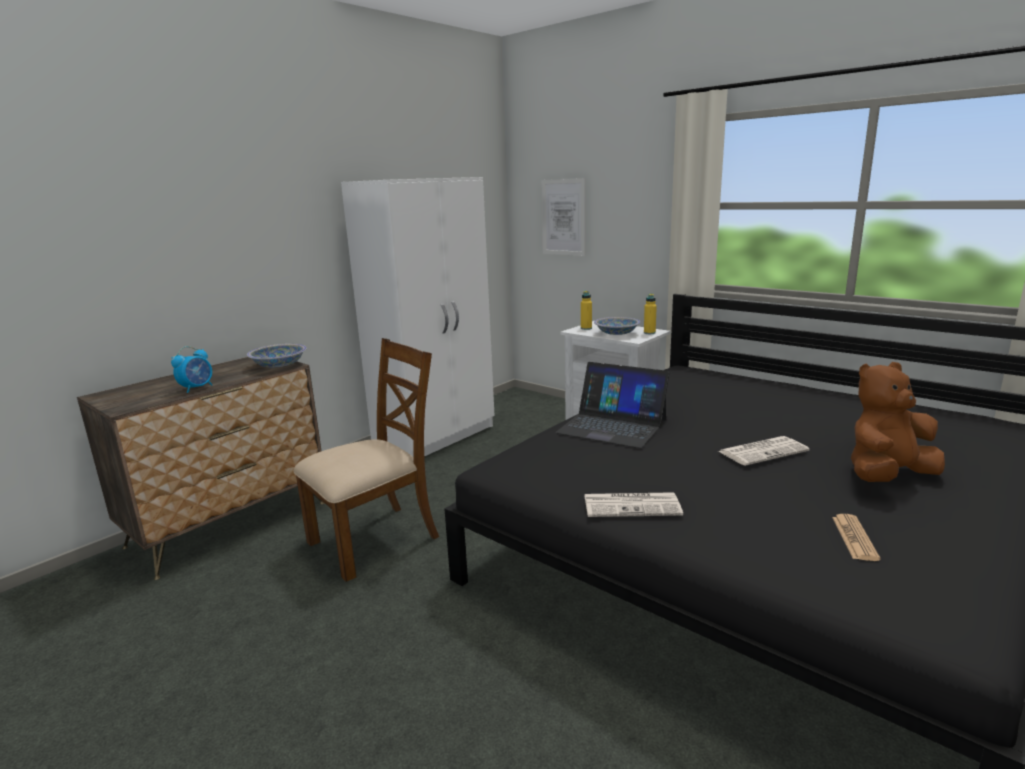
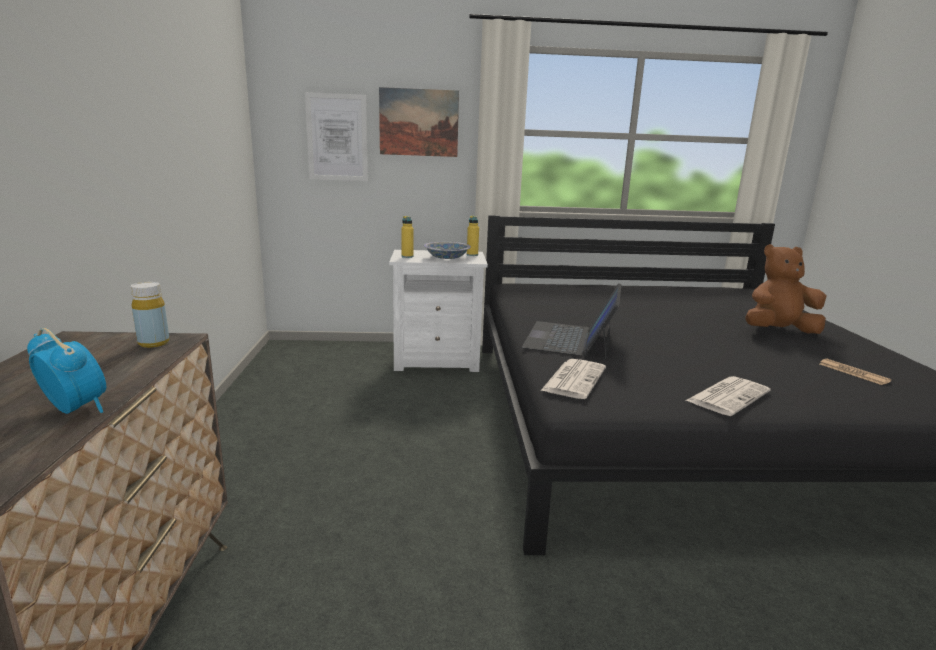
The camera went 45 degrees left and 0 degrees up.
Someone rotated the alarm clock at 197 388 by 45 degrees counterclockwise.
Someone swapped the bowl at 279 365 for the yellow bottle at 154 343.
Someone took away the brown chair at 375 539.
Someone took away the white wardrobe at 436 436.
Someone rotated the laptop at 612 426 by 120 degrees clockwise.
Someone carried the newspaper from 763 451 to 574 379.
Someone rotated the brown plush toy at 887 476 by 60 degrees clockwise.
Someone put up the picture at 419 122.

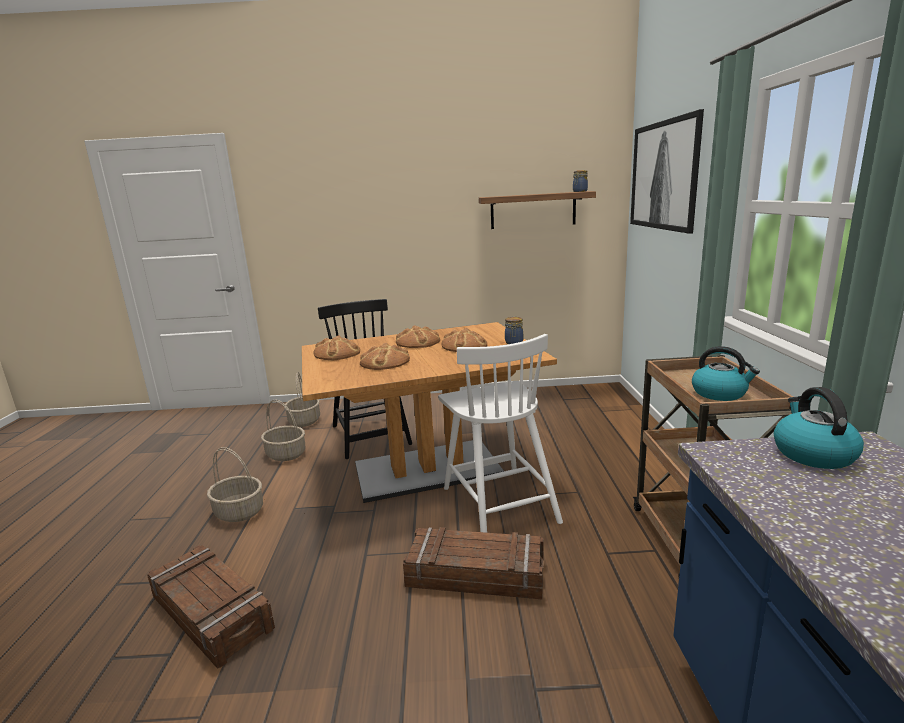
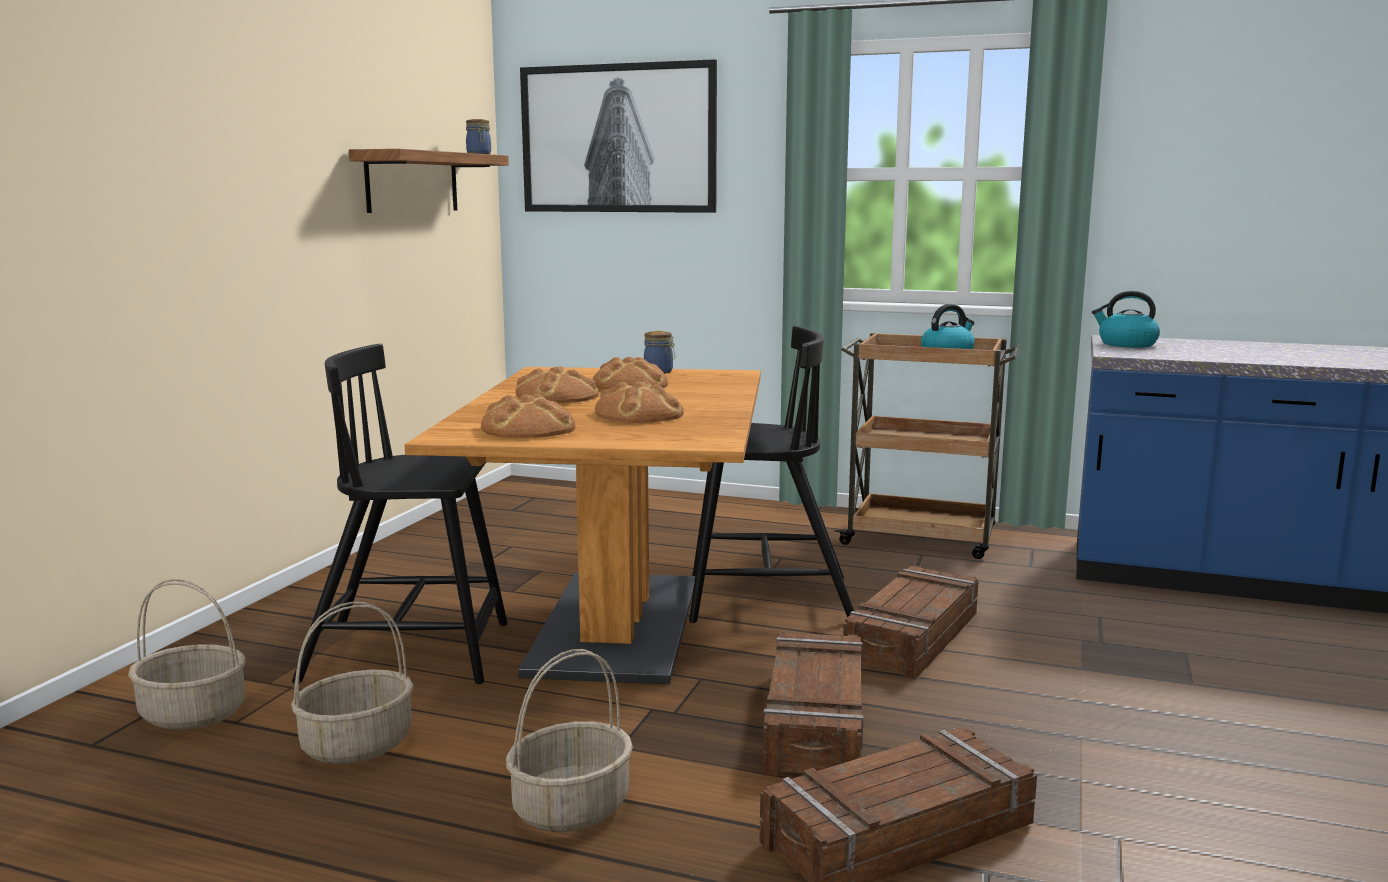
The camera went 70 degrees left and 5 degrees down.
Someone repainted the white chair at 499 503, which became the black chair at 766 599.
Someone put down the crate at 817 722.

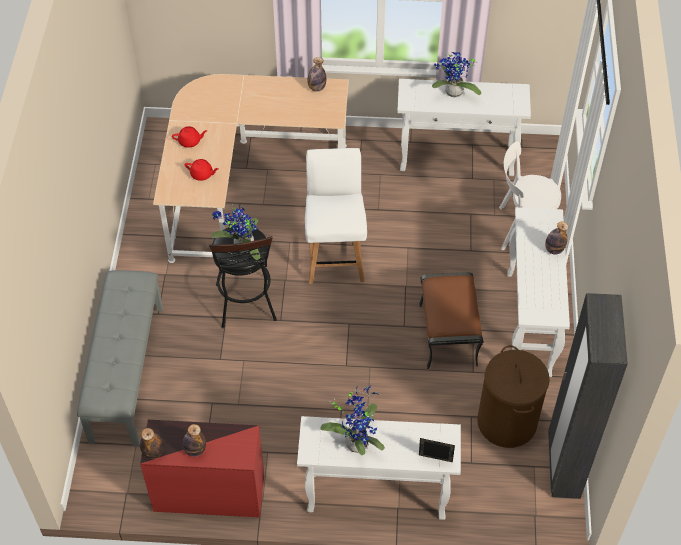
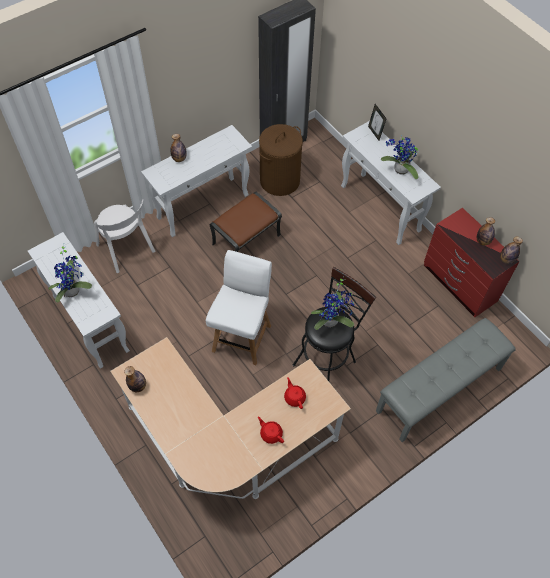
The camera went 130 degrees left and 5 degrees up.
Someone rotated the white chair at 335 258 by 150 degrees clockwise.

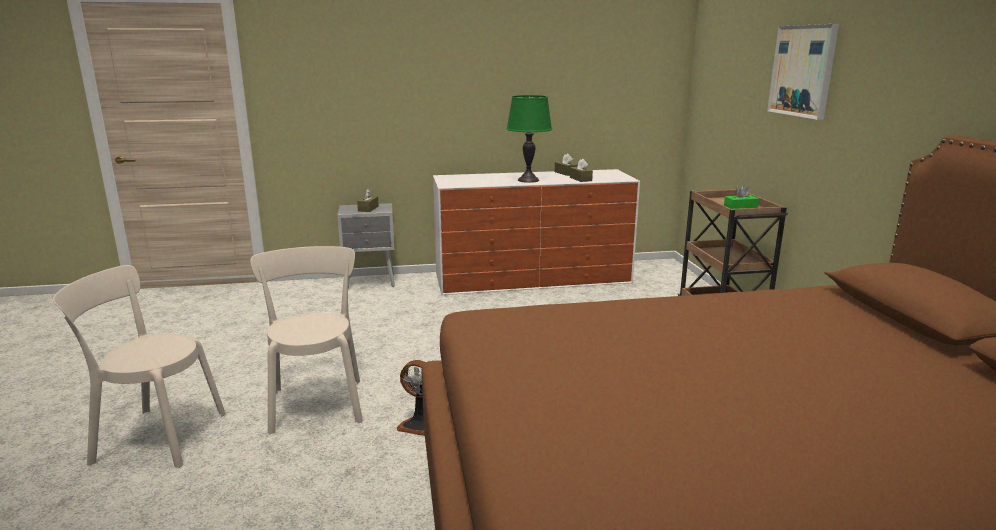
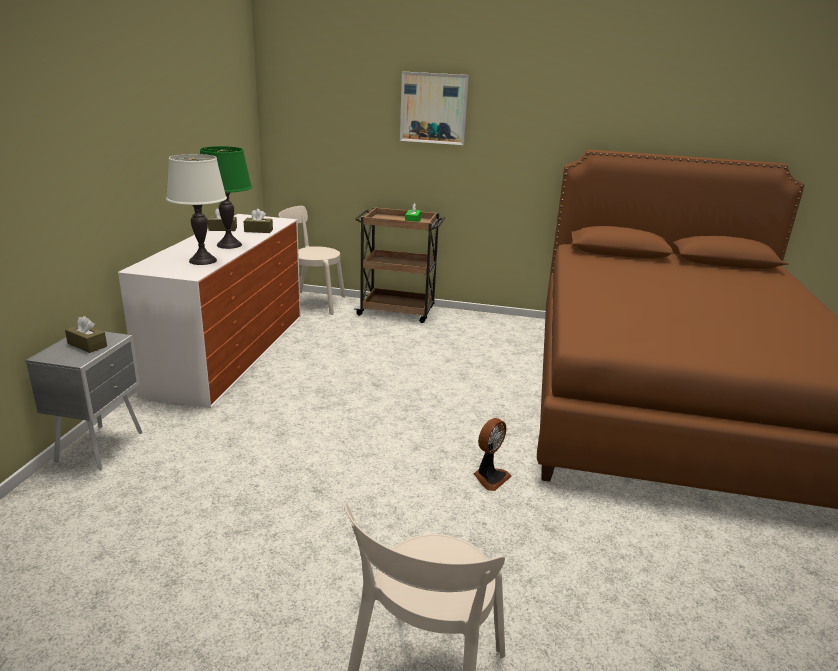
The camera went 70 degrees left and 5 degrees up.
Someone carried the beige chair from 317 402 to 311 303.
Someone put down the white table lamp at 203 261.

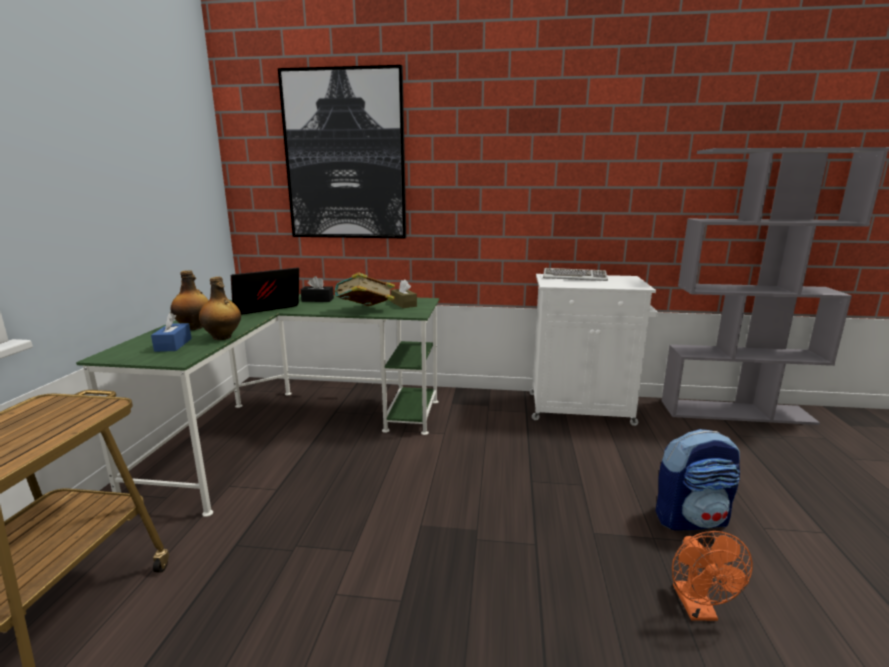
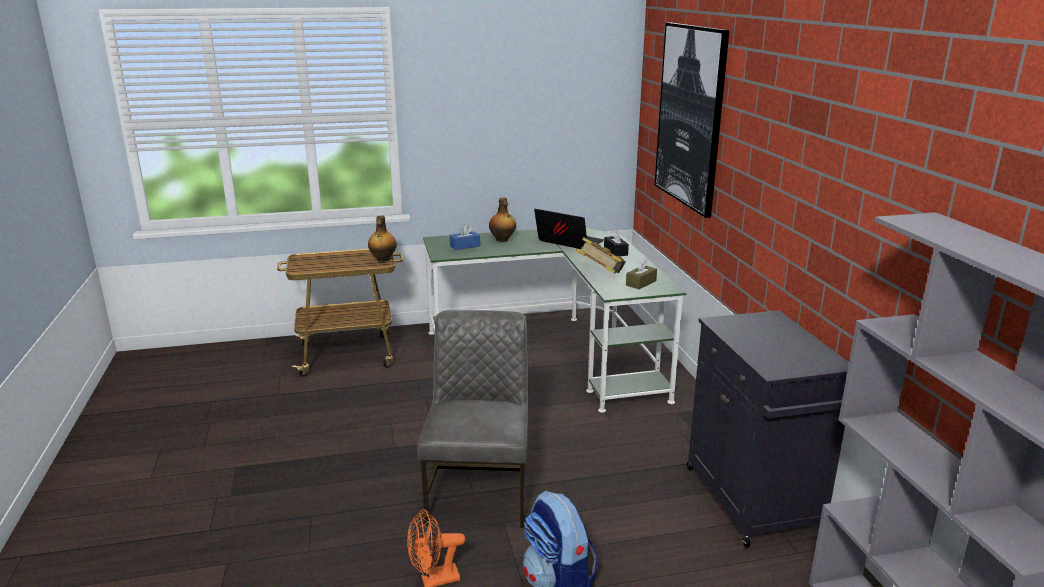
The camera went 70 degrees right and 5 degrees up.
Someone carried the bottle from 223 337 to 383 259.
Someone repainted the white cabinet at 582 409, which became the black cabinet at 753 501.
Someone took away the keyboard at 574 277.
Someone put down the grey chair at 480 491.

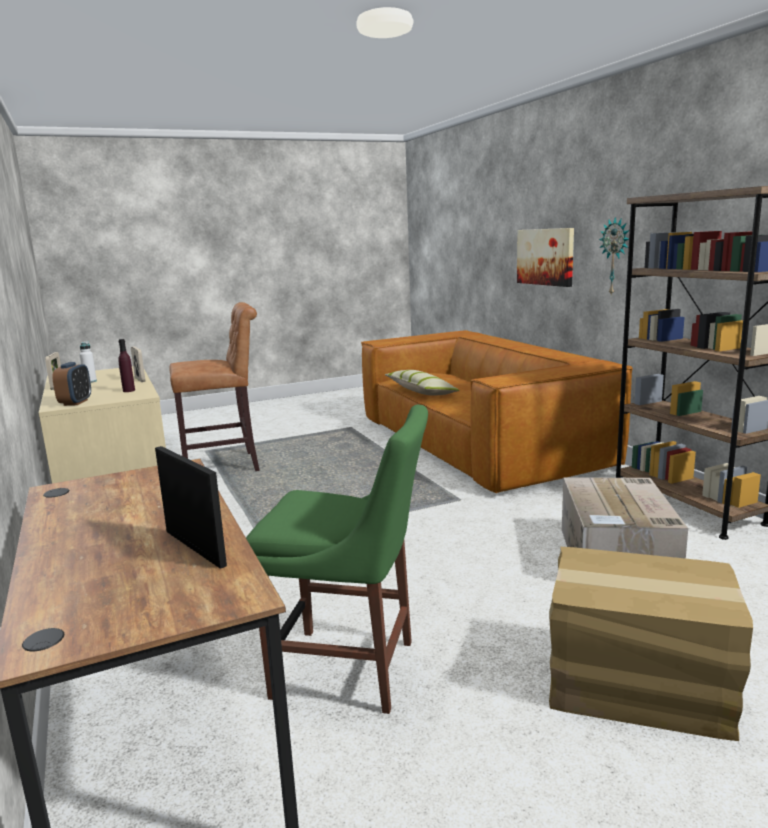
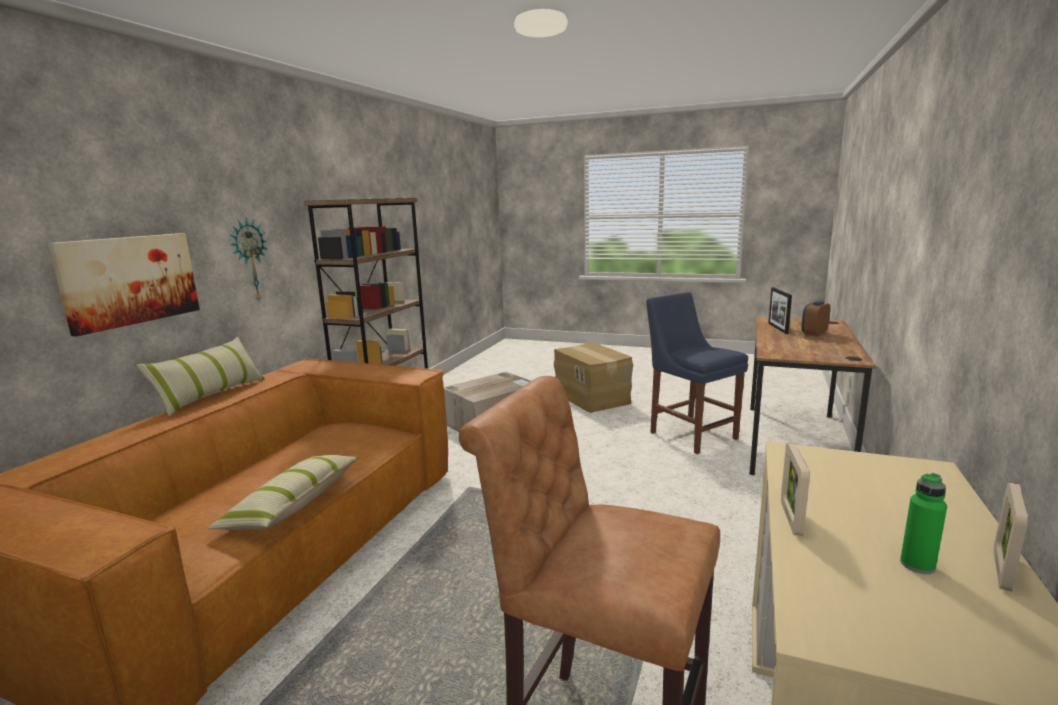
The camera went 135 degrees left and 0 degrees up.
Someone carried the alarm clock from 76 402 to 814 333.
Someone repainted the white bottle at 90 381, which became the green bottle at 917 565.
Someone took away the purple bottle at 129 390.
Someone repainted the green chair at 352 670, which became the blue chair at 690 434.
Someone put down the pillow at 211 395.

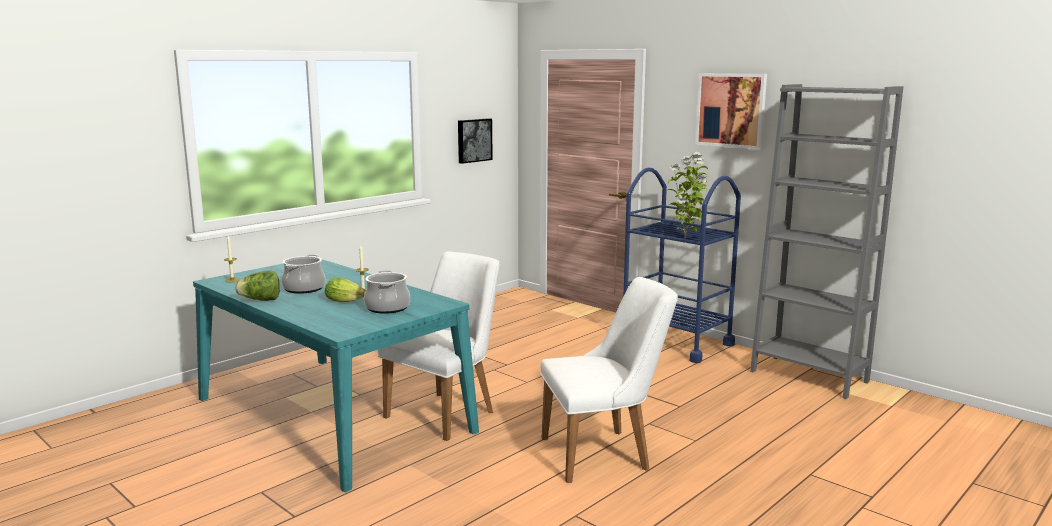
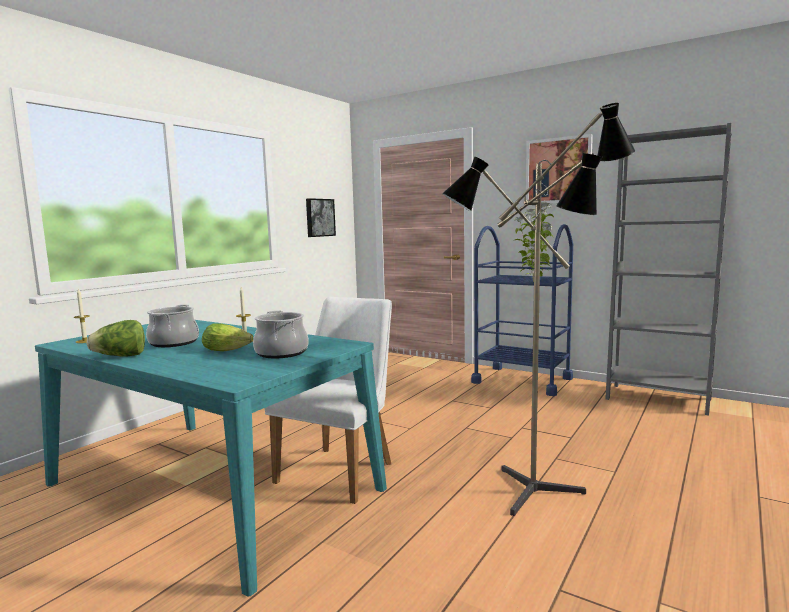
The camera went 10 degrees left and 5 degrees down.
Someone swapped the white chair at 605 453 for the floor lamp at 536 497.

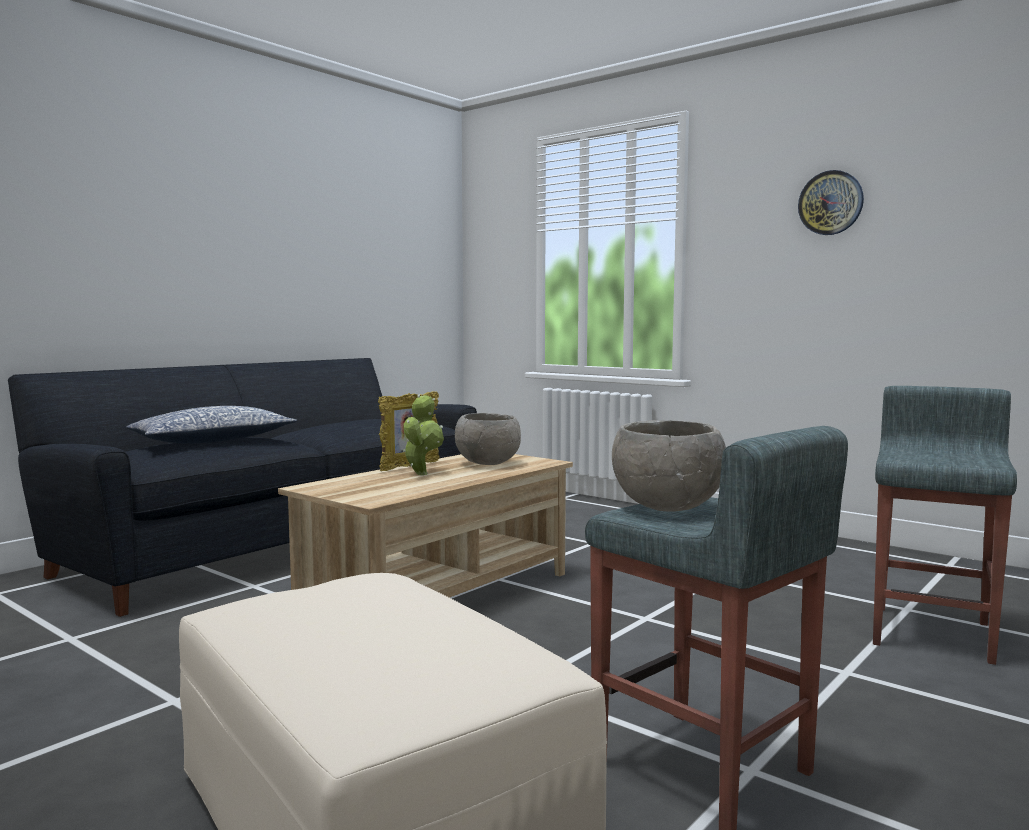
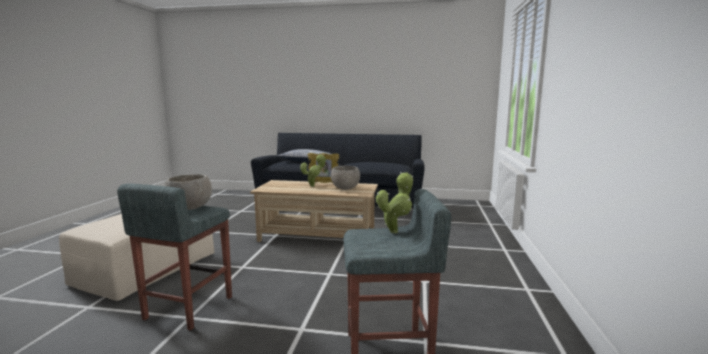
The camera went 60 degrees right and 5 degrees up.
Someone took away the wall clock at 830 203.
Someone put down the potted plant at 395 231.

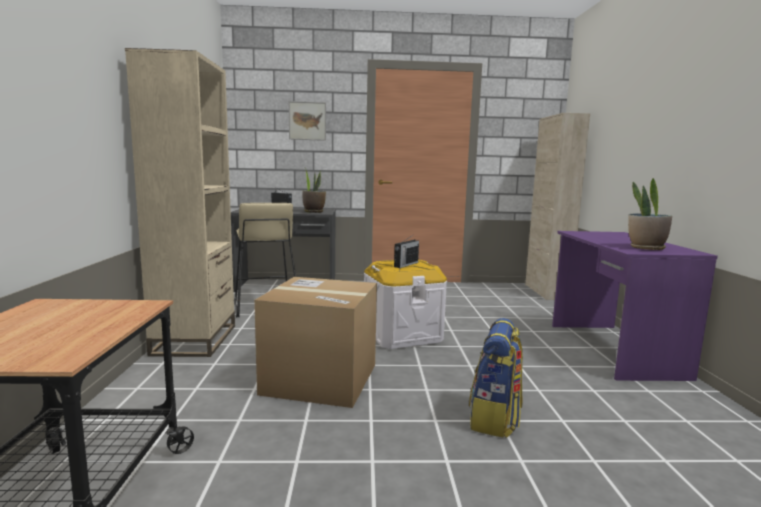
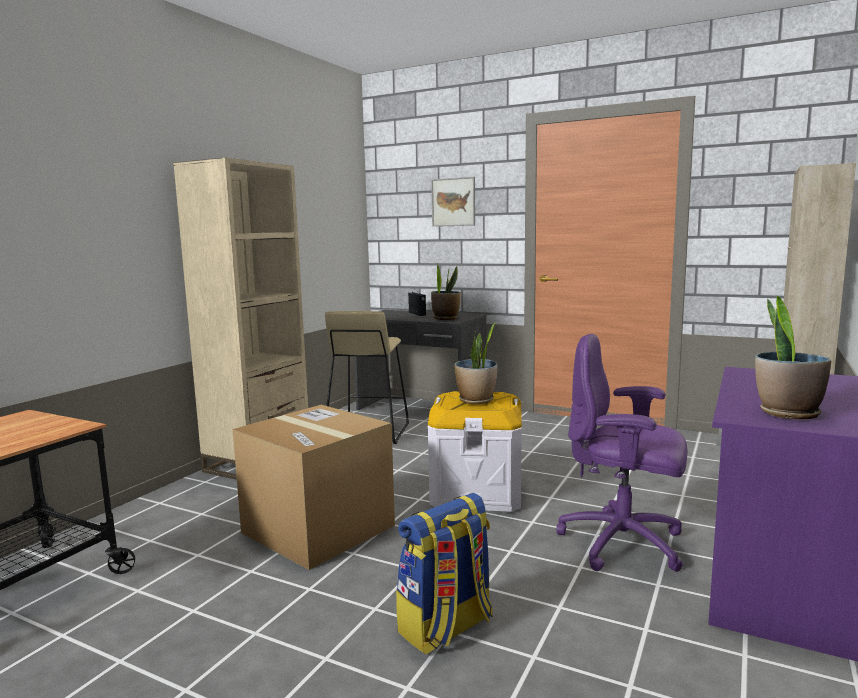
The camera went 30 degrees right and 0 degrees up.
Someone swapped the radio at 405 264 for the potted plant at 476 400.
Someone put down the purple office chair at 624 544.

